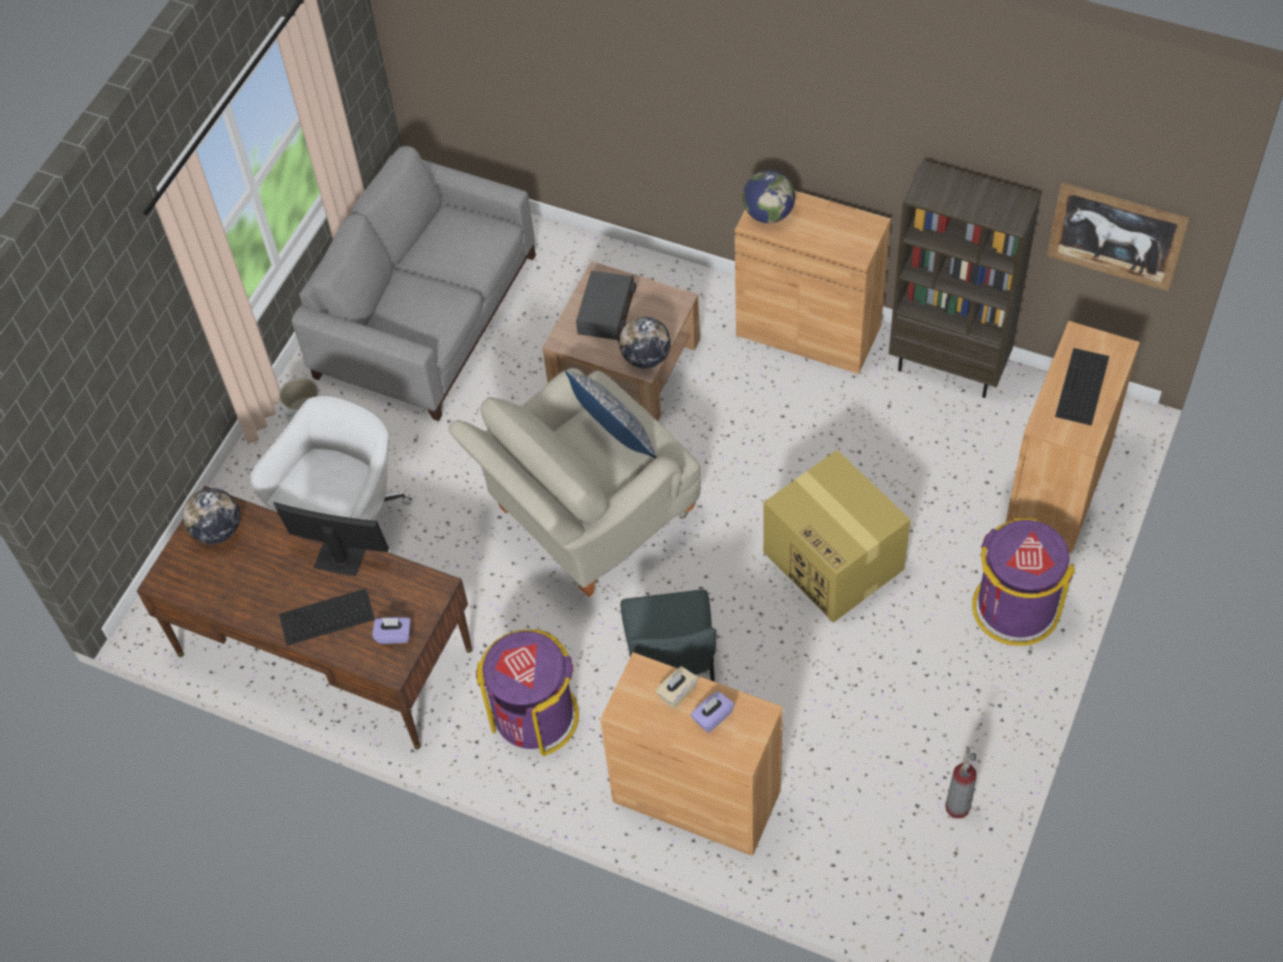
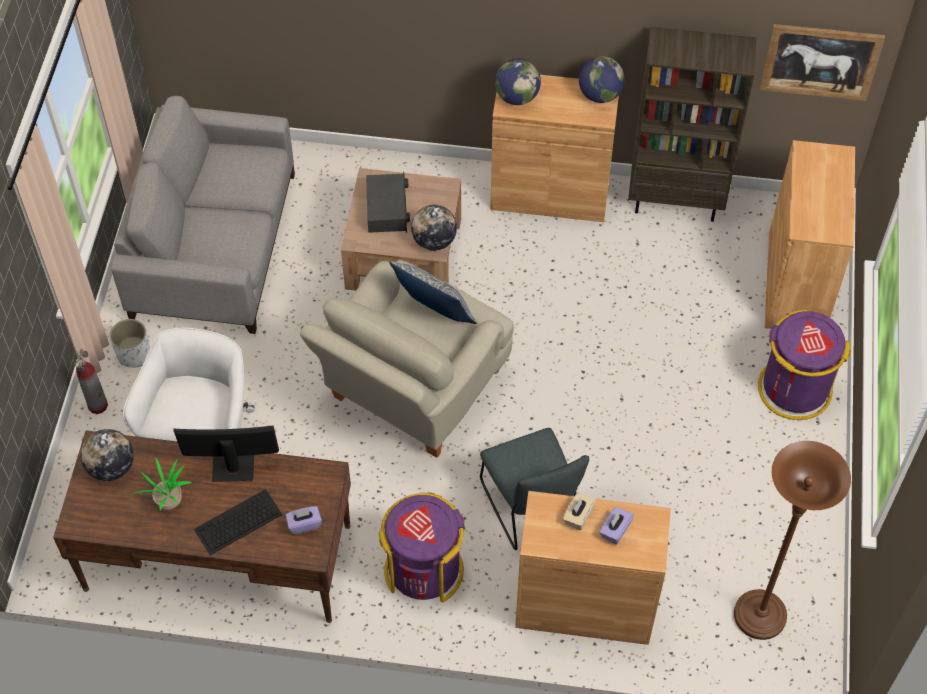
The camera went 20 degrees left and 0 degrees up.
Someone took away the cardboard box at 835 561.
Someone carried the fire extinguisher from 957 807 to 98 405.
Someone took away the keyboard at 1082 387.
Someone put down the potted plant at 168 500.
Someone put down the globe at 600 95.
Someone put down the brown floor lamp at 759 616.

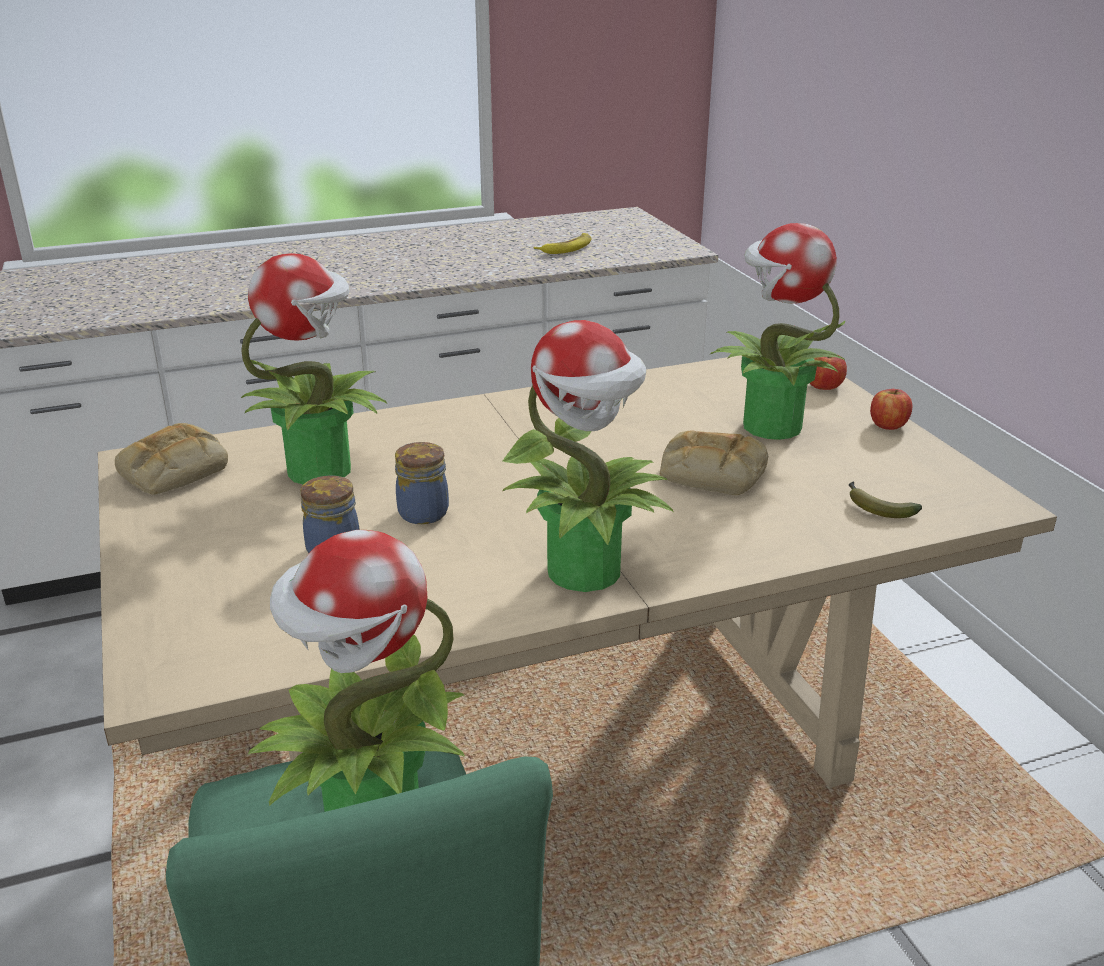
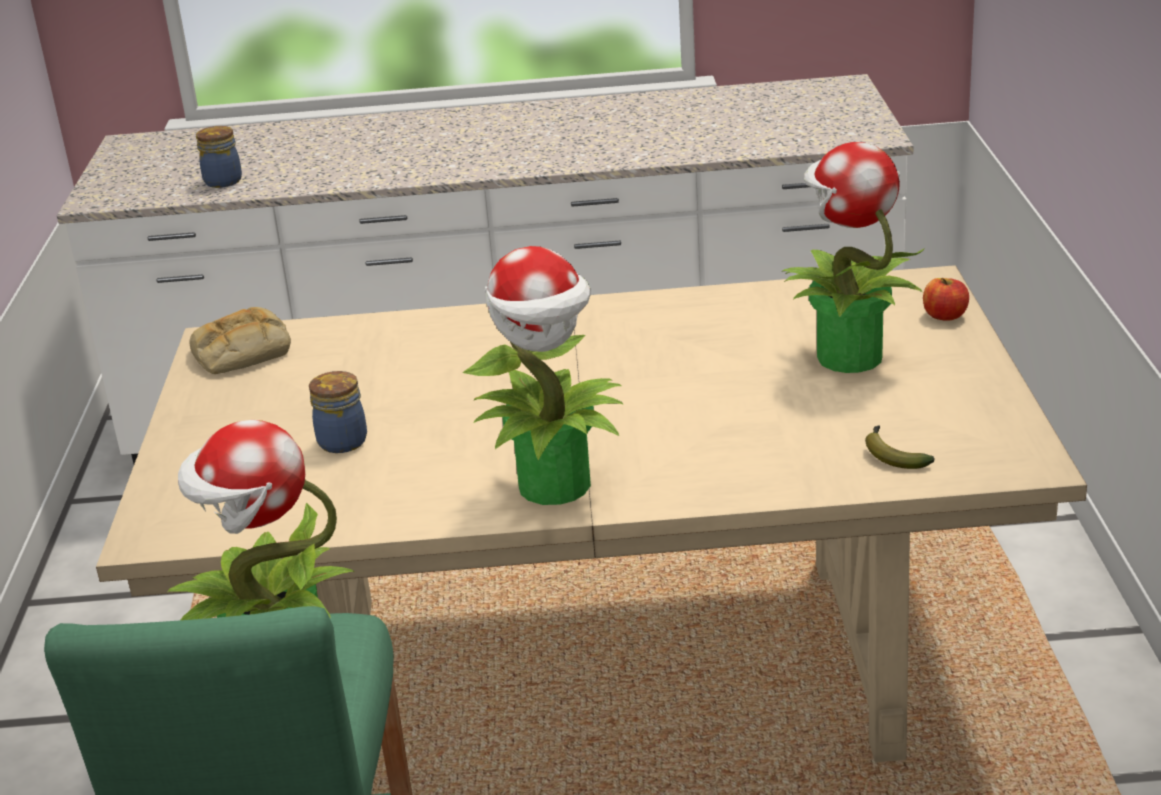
The camera went 20 degrees right and 0 degrees up.
Someone took away the potted plant at 321 469.
Someone carried the jar from 421 512 to 223 181.
Someone took away the banana at 567 248.
Someone took away the bread at 710 473.
Someone took away the apple at 888 425.

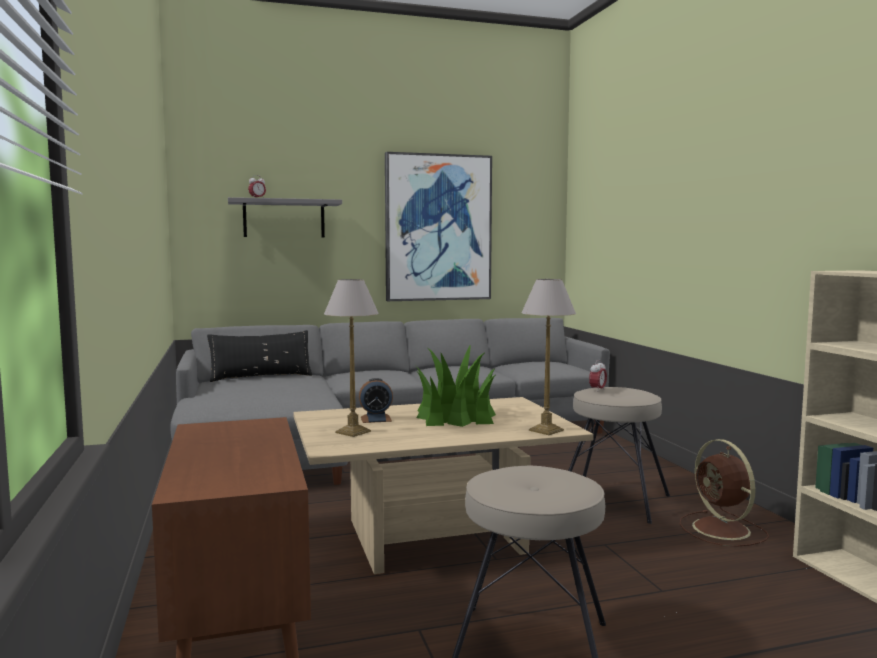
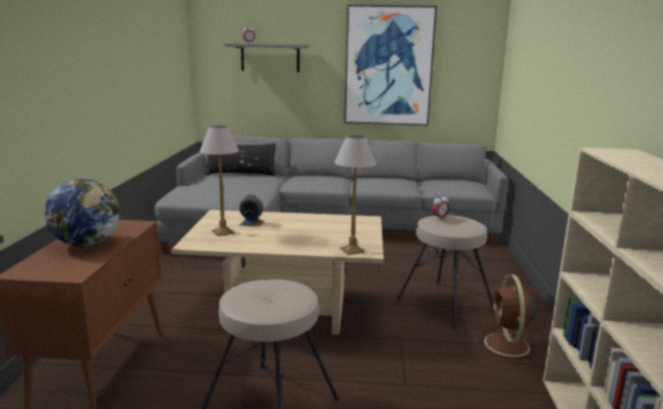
The camera went 20 degrees right and 10 degrees up.
Someone took away the potted plant at 455 416.
Someone put down the globe at 87 244.

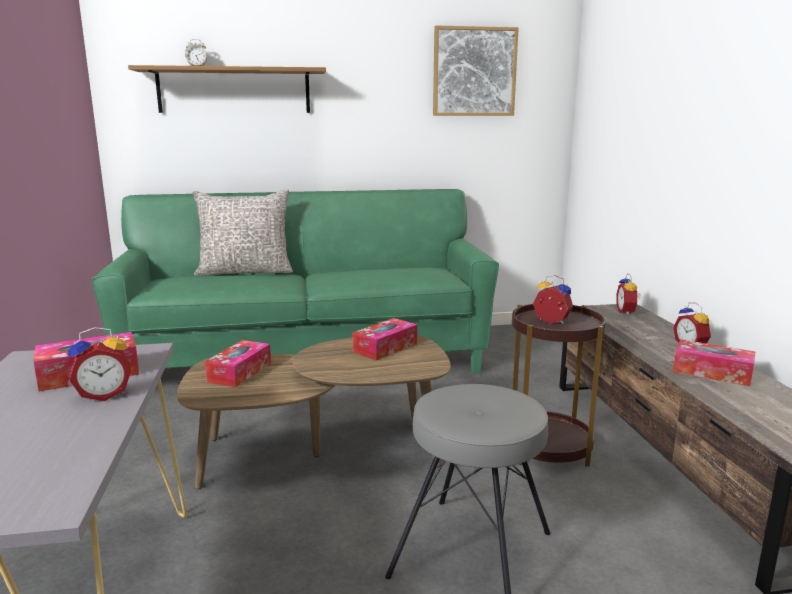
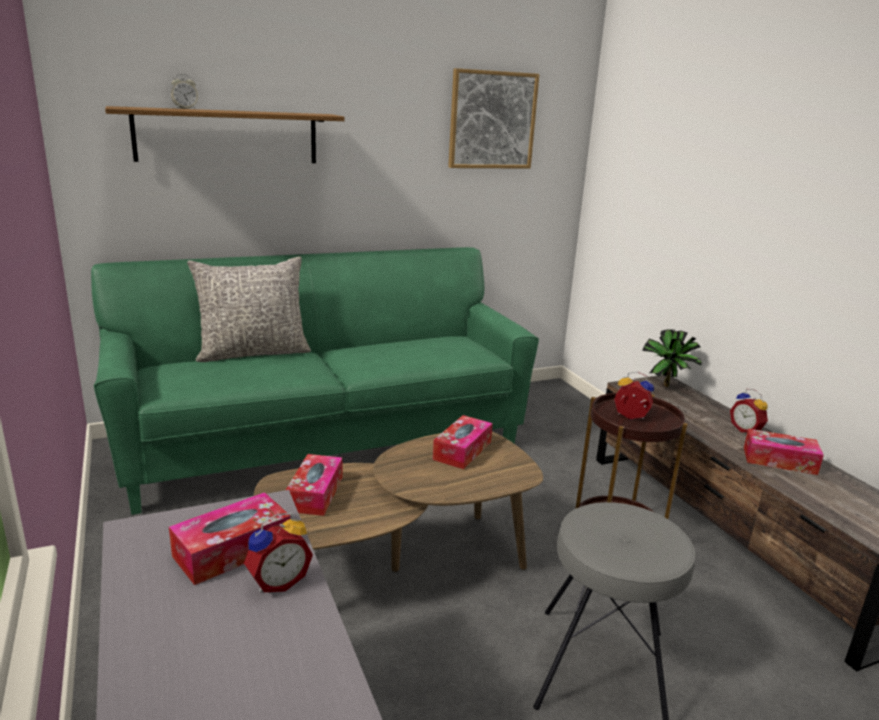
The camera went 15 degrees left and 5 degrees up.
Someone swapped the alarm clock at 627 312 for the potted plant at 668 387.

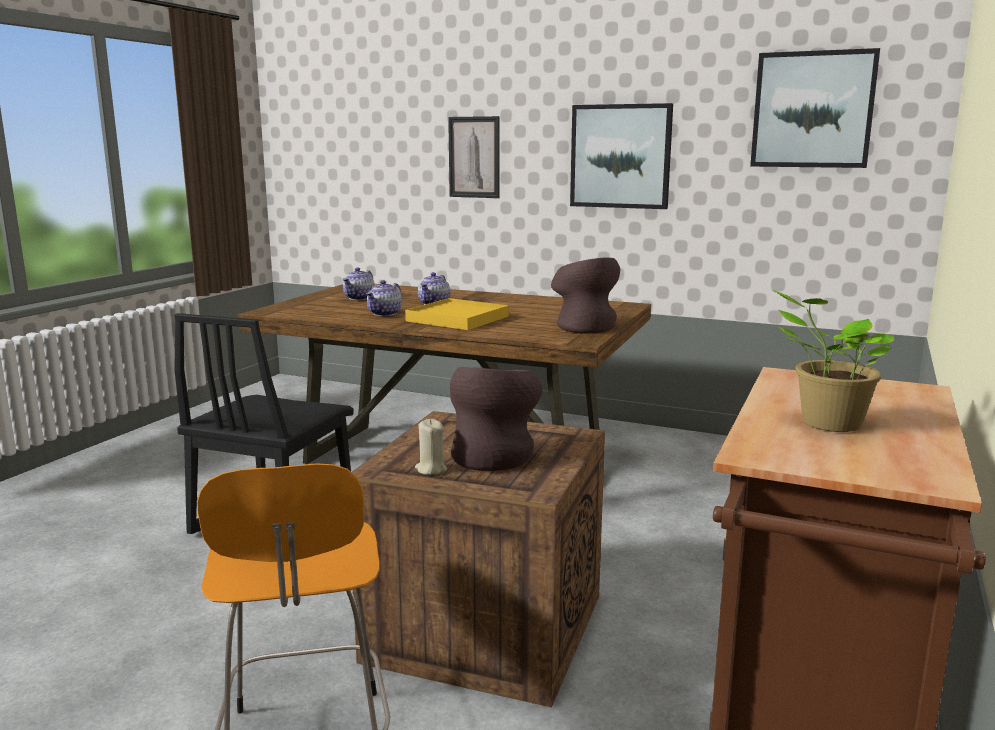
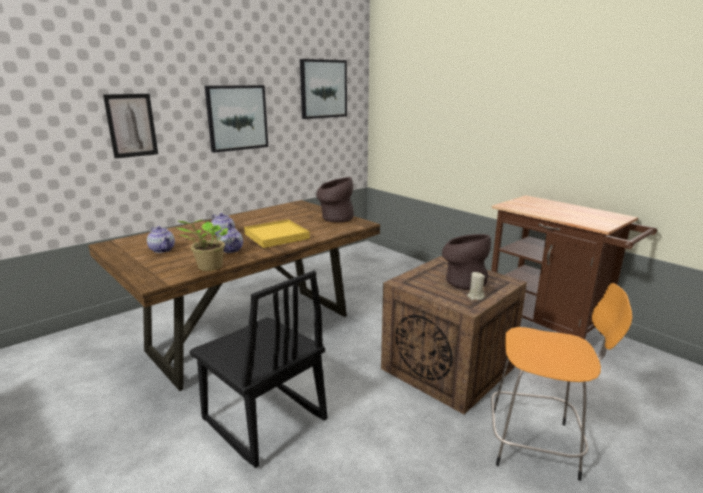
The camera went 65 degrees left and 5 degrees up.
Someone carried the potted plant from 826 423 to 208 267.

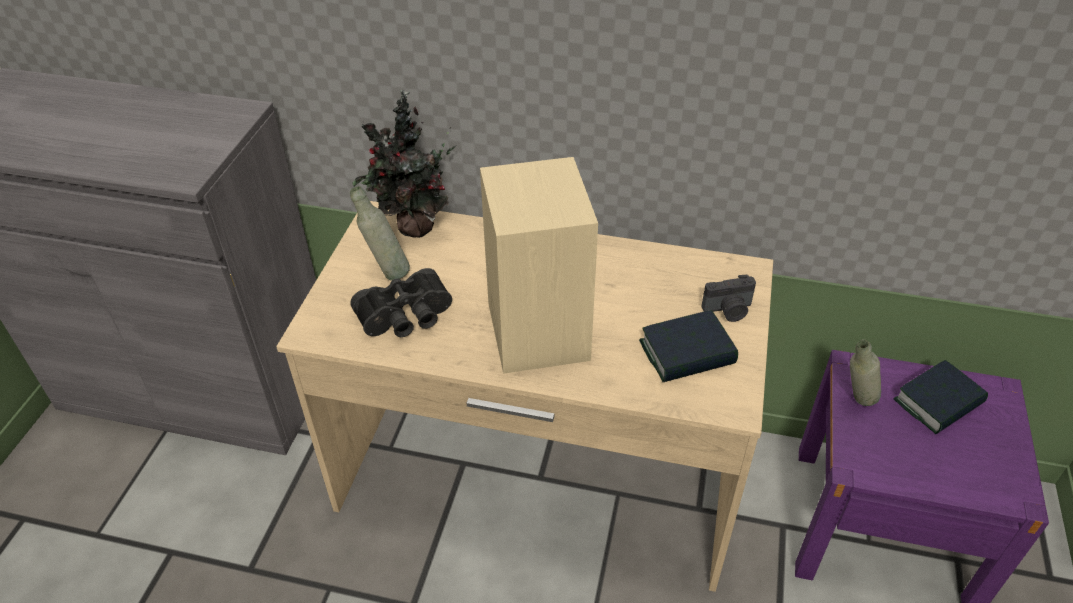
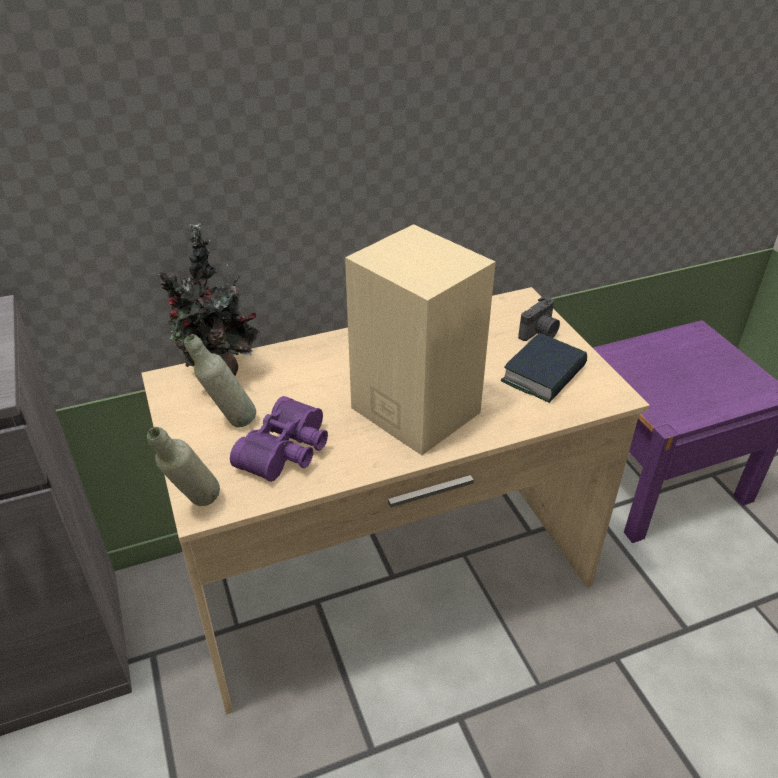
The camera went 35 degrees left and 5 degrees down.
Someone repainted the black binoculars at 406 317, which became the purple binoculars at 288 451.
Someone carried the grey bottle from 855 403 to 195 507.
Someone took away the book at 938 402.

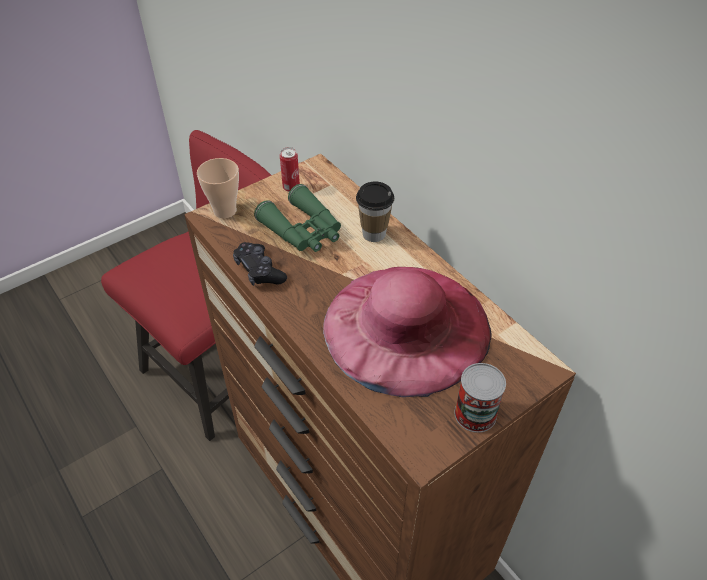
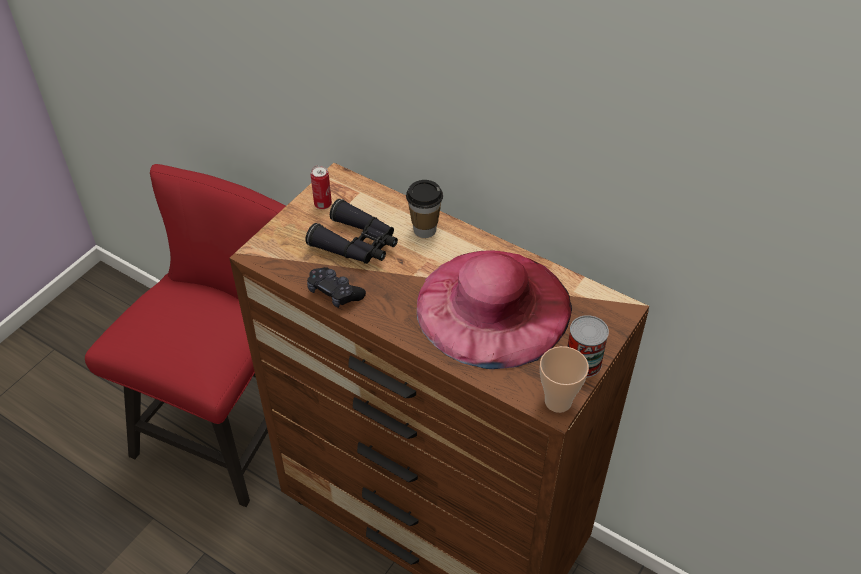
The camera went 20 degrees left and 0 degrees up.
Someone carried the cup from 225 211 to 558 401.
Someone repainted the green binoculars at 303 231, which became the black binoculars at 357 244.

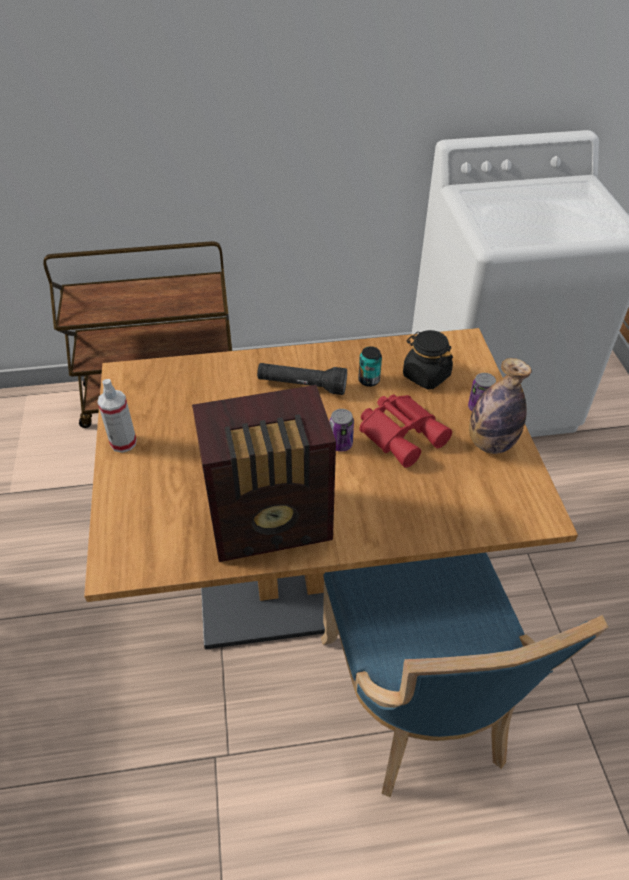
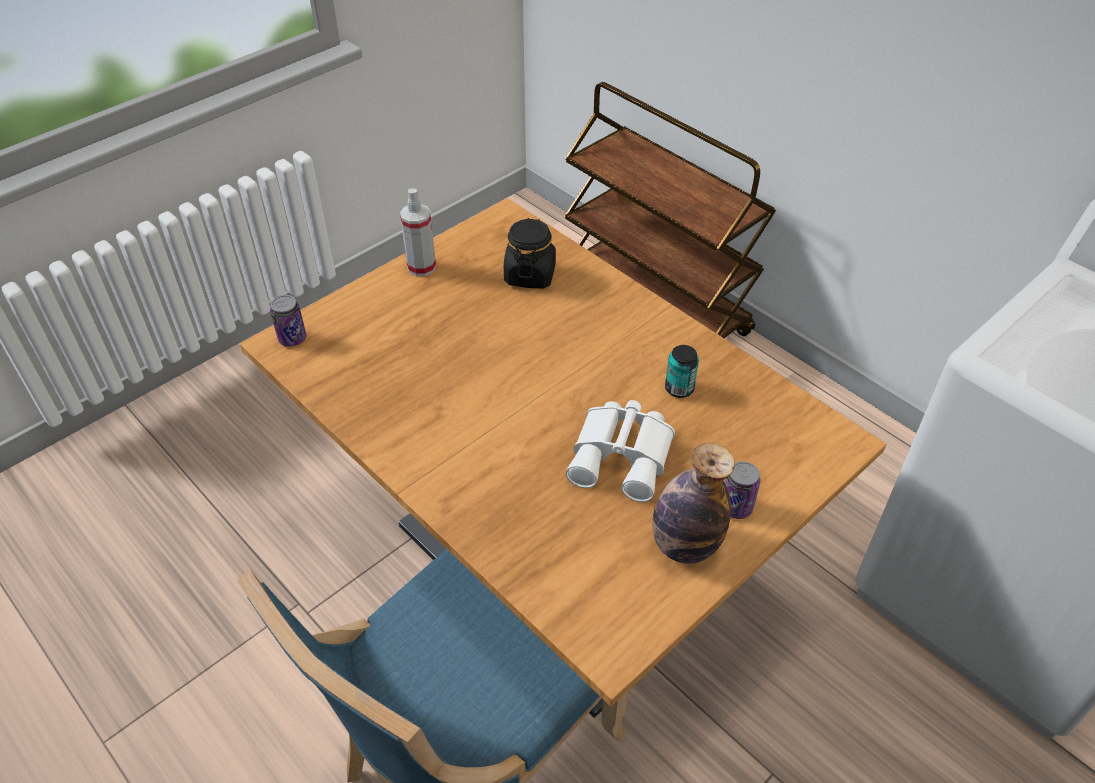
The camera went 55 degrees right and 0 degrees up.
Someone took away the radio at 272 524.
Someone took away the black flashlight at 302 386.
Someone carried the can from 340 444 to 292 338.
Someone repainted the red binoculars at 402 433, which became the white binoculars at 624 456.
Someone carried the black jar from 426 375 to 530 275.

